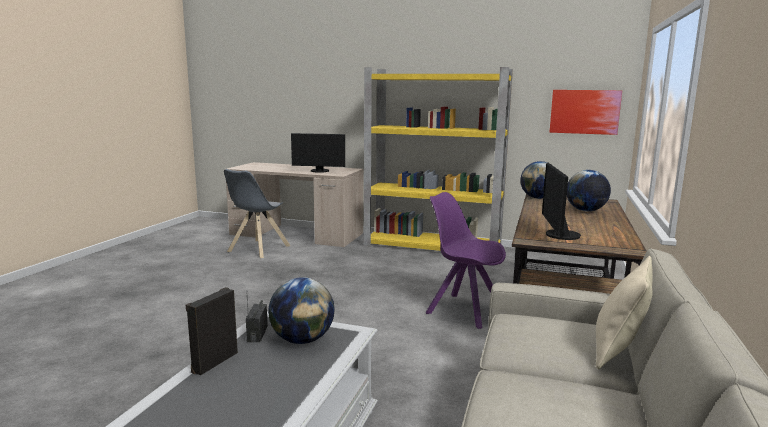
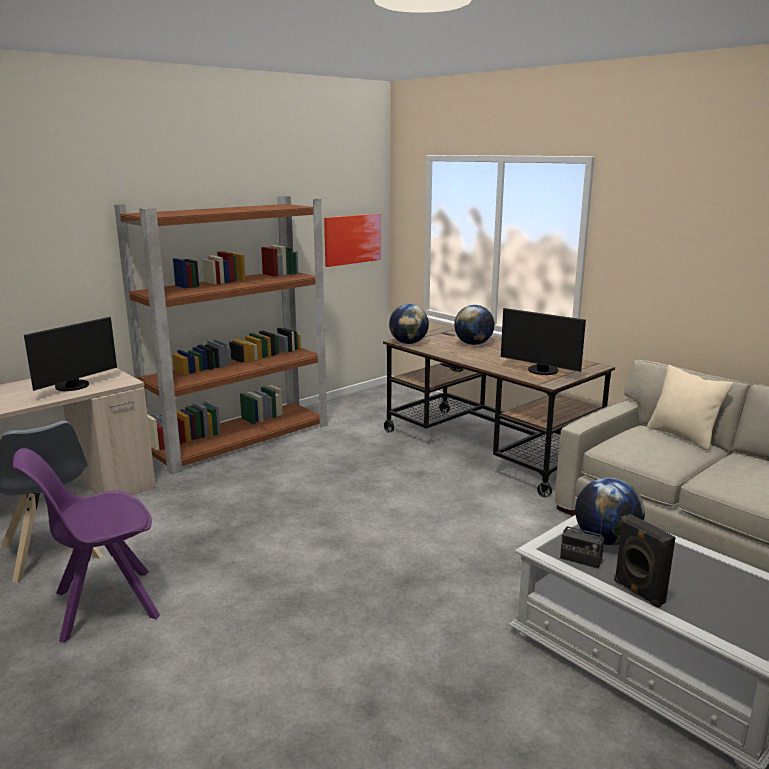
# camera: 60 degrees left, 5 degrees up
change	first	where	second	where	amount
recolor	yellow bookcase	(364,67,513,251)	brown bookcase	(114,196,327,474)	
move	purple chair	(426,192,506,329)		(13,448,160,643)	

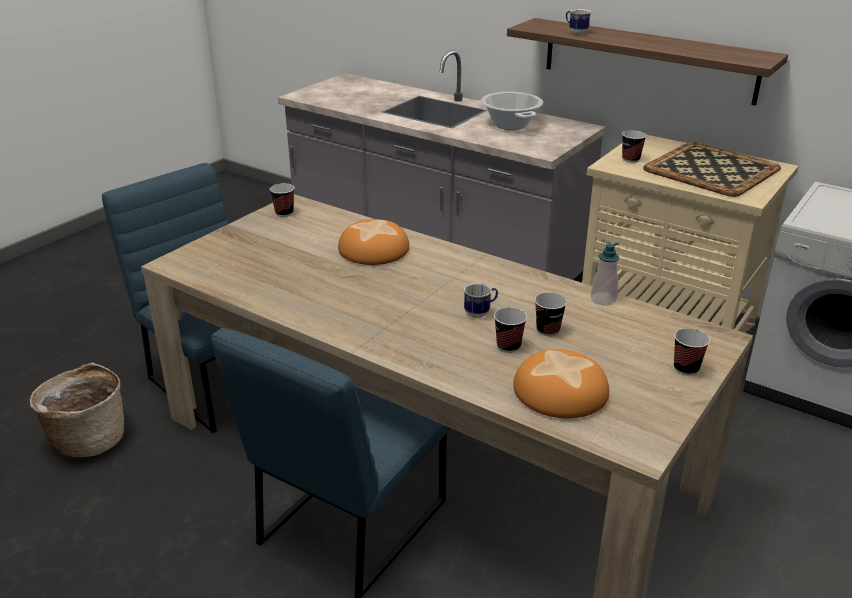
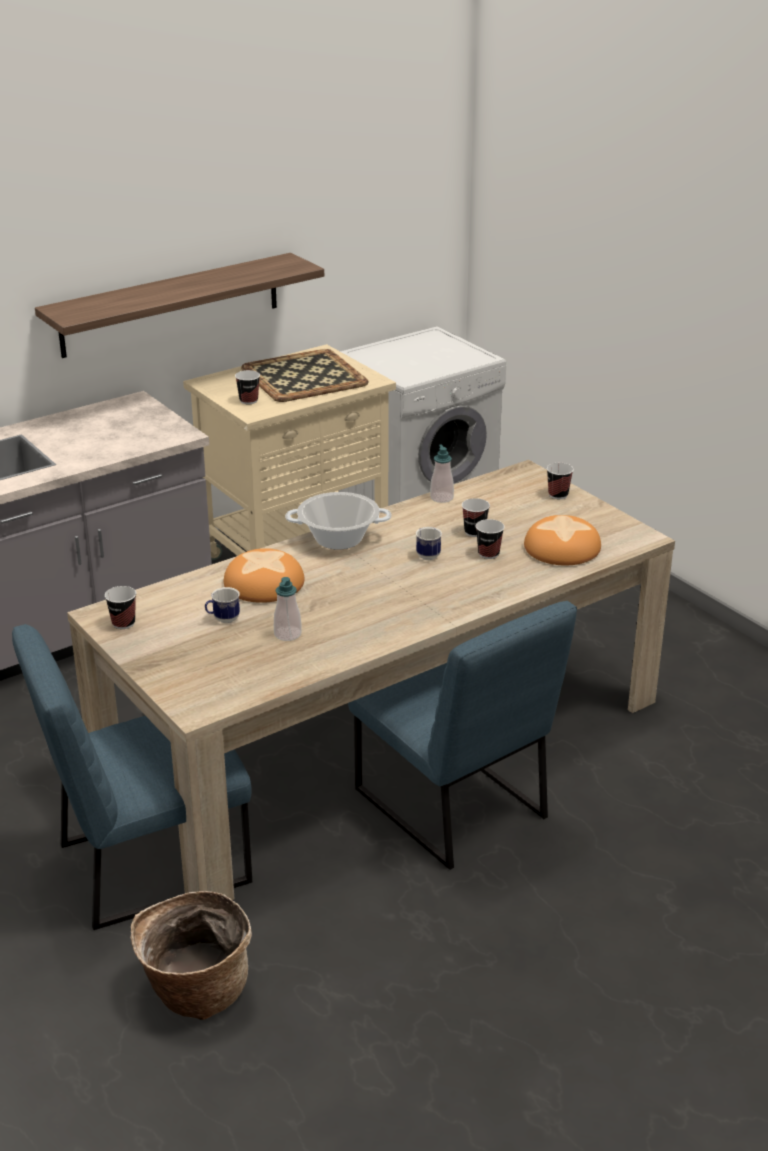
# camera: 70 degrees left, 0 degrees up
change	first	where	second	where	amount
move	cooking pot	(481,92,543,130)		(285,492,392,550)	
move	mug	(566,9,591,35)		(205,587,240,623)	
insert			soap dispenser	(274,577,302,641)	

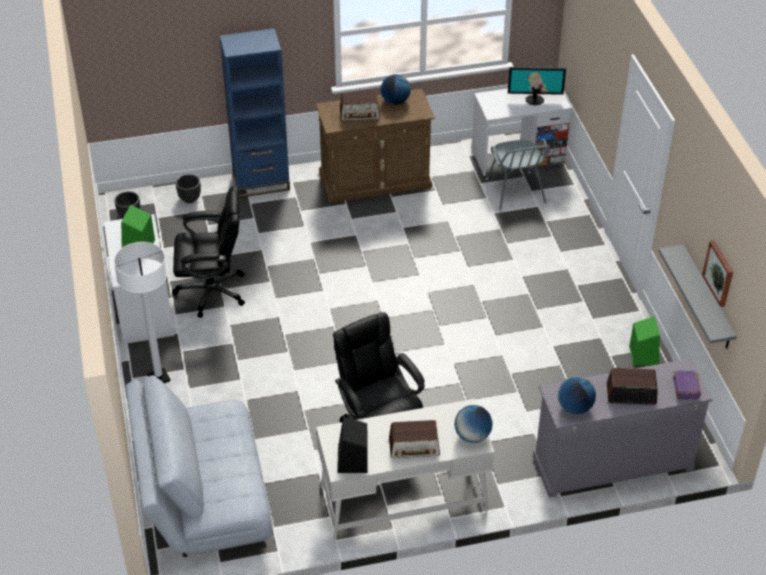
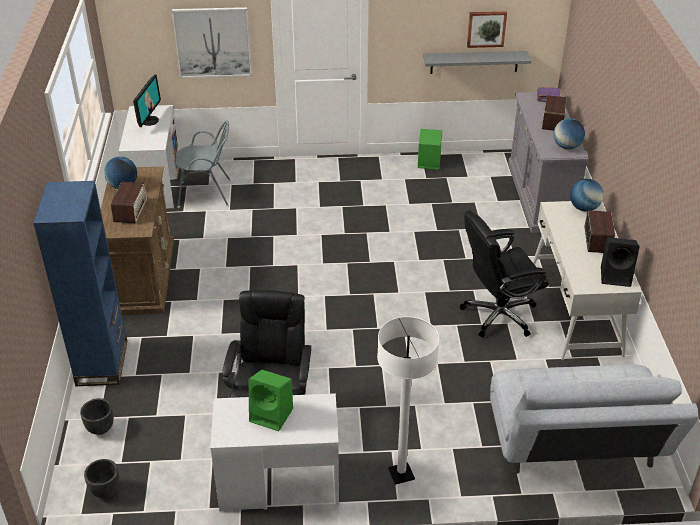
# camera: 80 degrees left, 5 degrees down
change	first	where	second	where	amount
insert			picture	(172,7,252,78)	

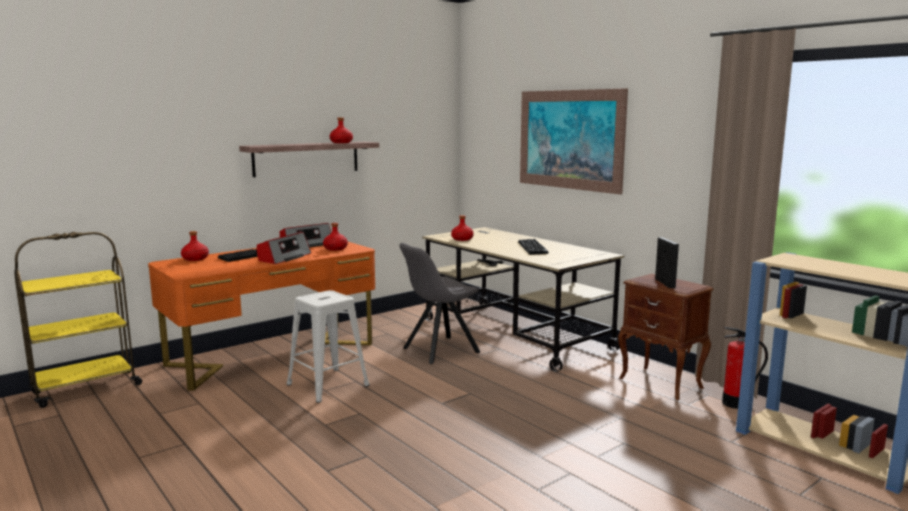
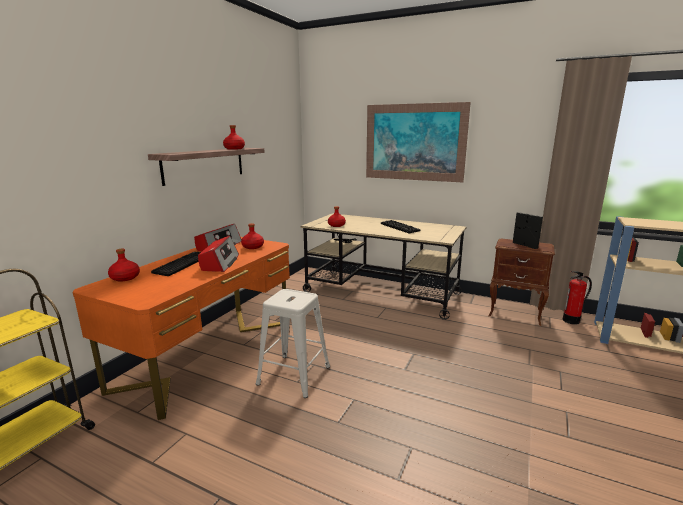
# camera: 25 degrees left, 5 degrees up
change	first	where	second	where	amount
delete	grey chair	(399,243,480,364)			

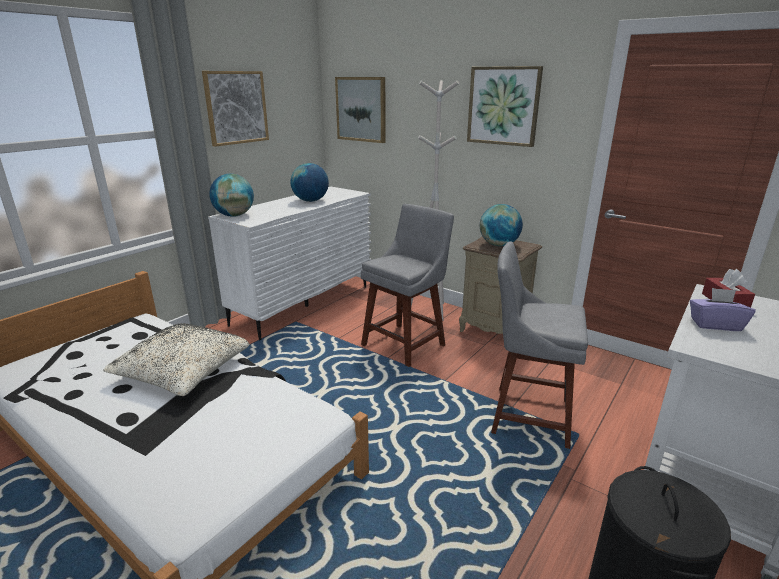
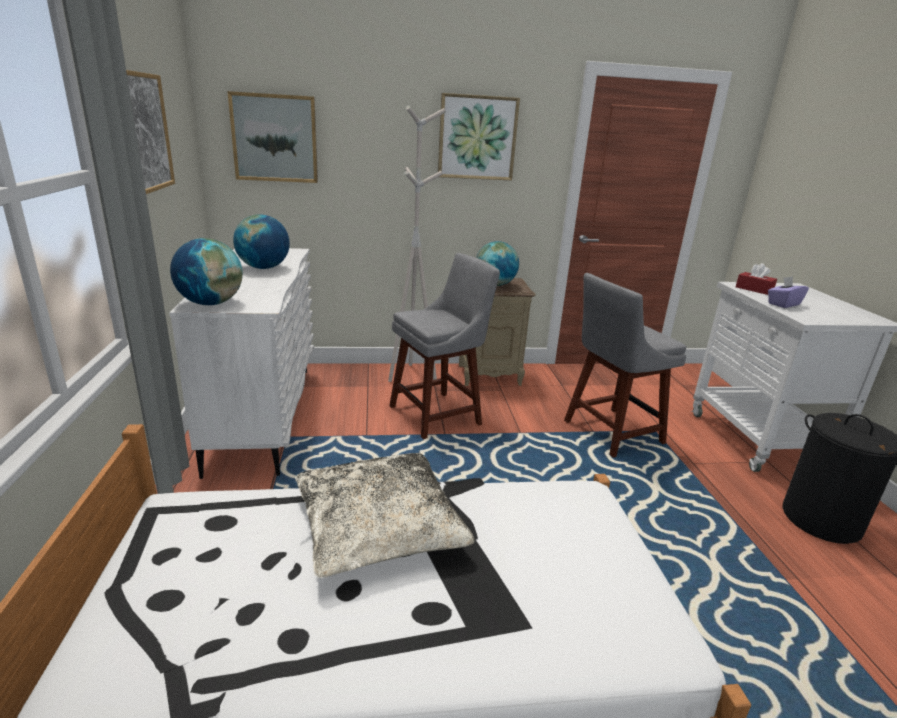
# camera: 45 degrees left, 0 degrees up
change	first	where	second	where	amount
rotate	grey chair	(361,204,454,367)		(389,253,500,439)	60 degrees clockwise

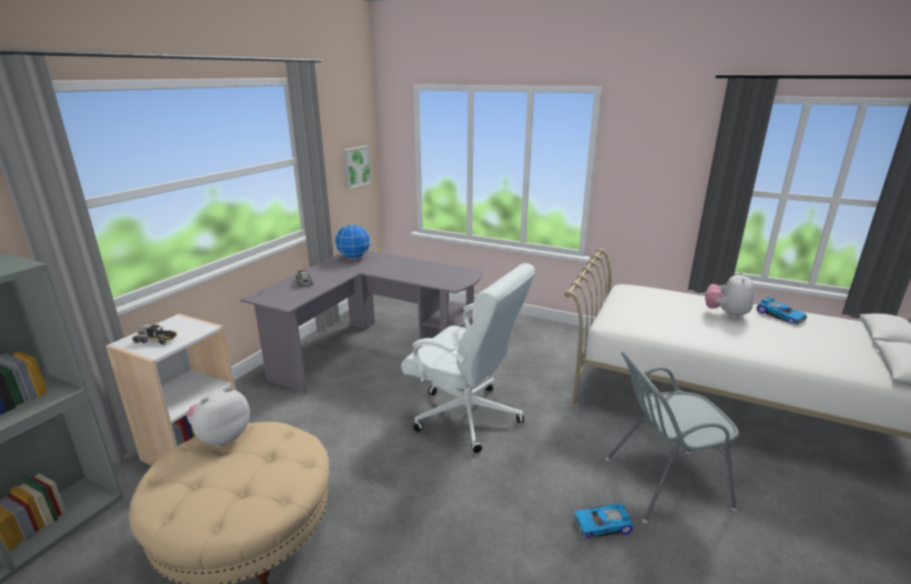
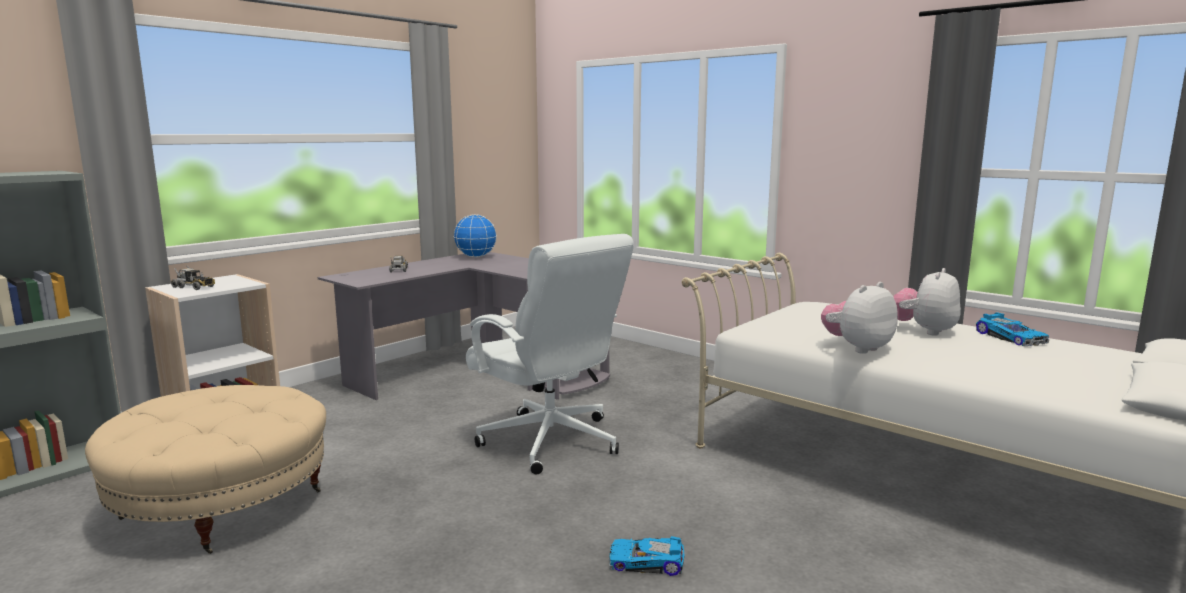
# camera: 15 degrees right, 10 degrees down
change	first	where	second	where	amount
move	plush toy	(187,387,250,447)		(821,282,898,354)	
delete	picture	(343,145,372,189)			
delete	grey chair	(606,351,739,523)			

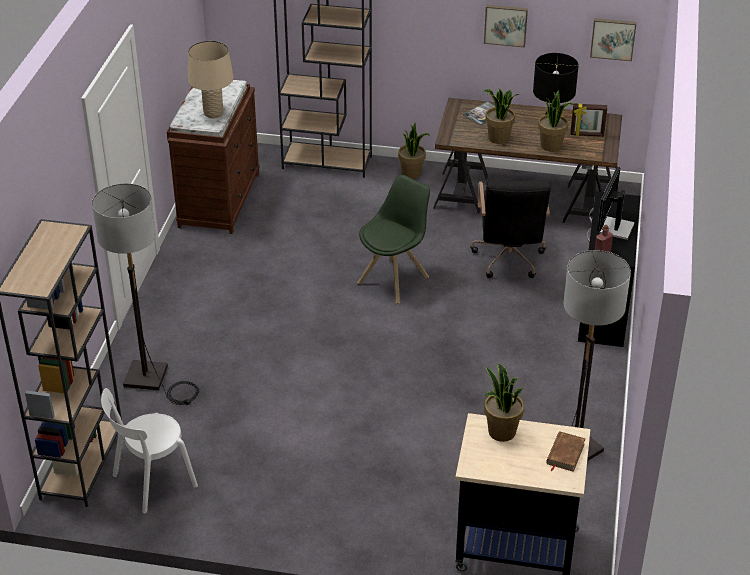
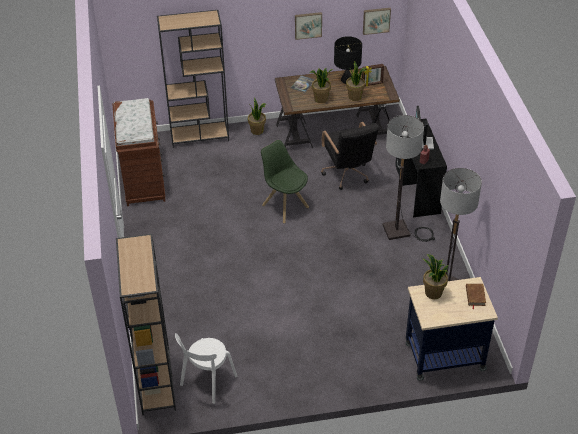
# camera: 20 degrees left, 5 degrees up
change	first	where	second	where	amount
move	floor lamp	(92,183,199,406)		(383,115,435,242)	
delete	beige table lamp	(188,41,234,118)			
rotate	green chair	(358,175,430,304)		(261,140,309,223)	60 degrees counterclockwise

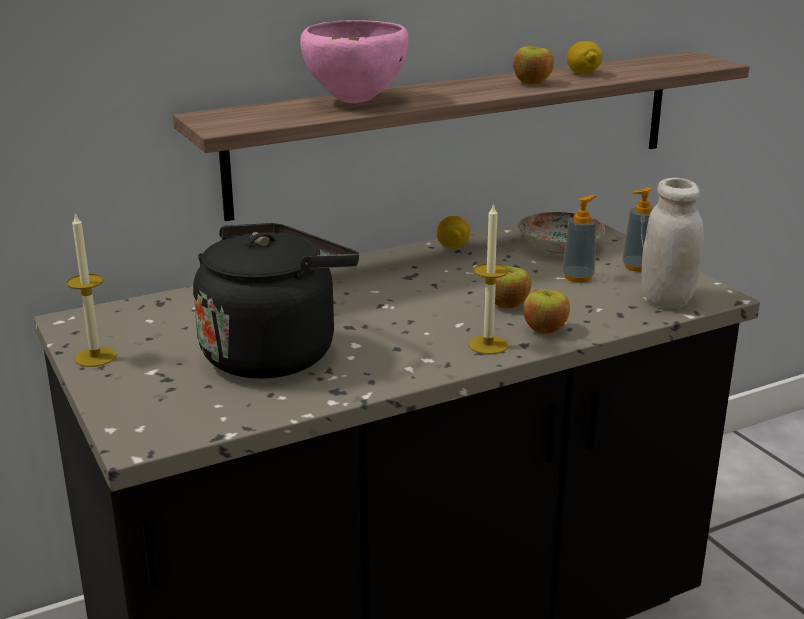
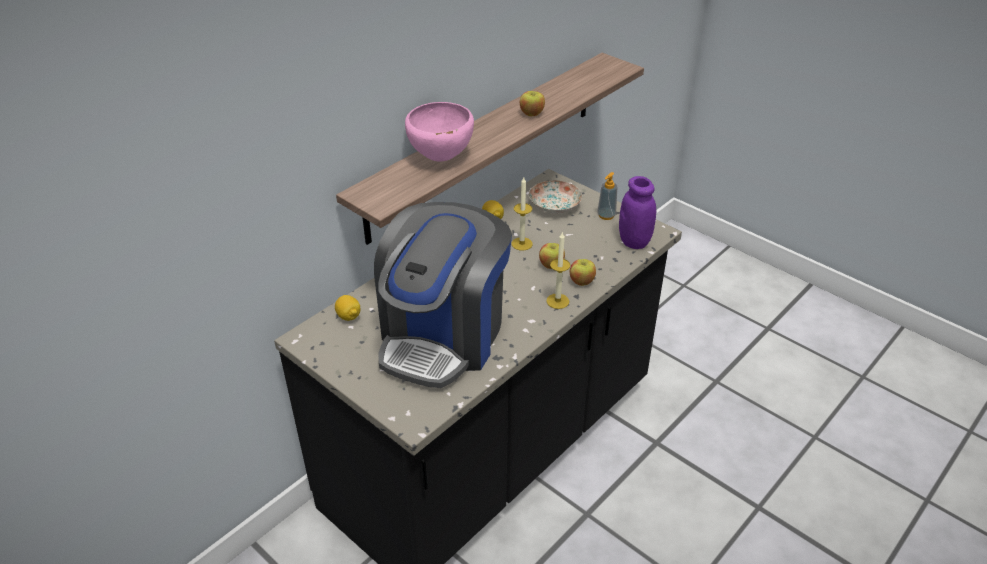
# camera: 20 degrees left, 15 degrees up
change	first	where	second	where	amount
move	candle	(66,212,117,367)		(512,177,533,250)	
replace	black kettle	(193,223,359,379)	coffee machine	(374,202,512,388)	
delete	soap dispenser	(562,195,596,283)			
move	lemon	(567,41,602,74)		(335,295,361,321)	
recolor	white jar	(641,178,704,309)	purple jar	(619,176,656,249)	

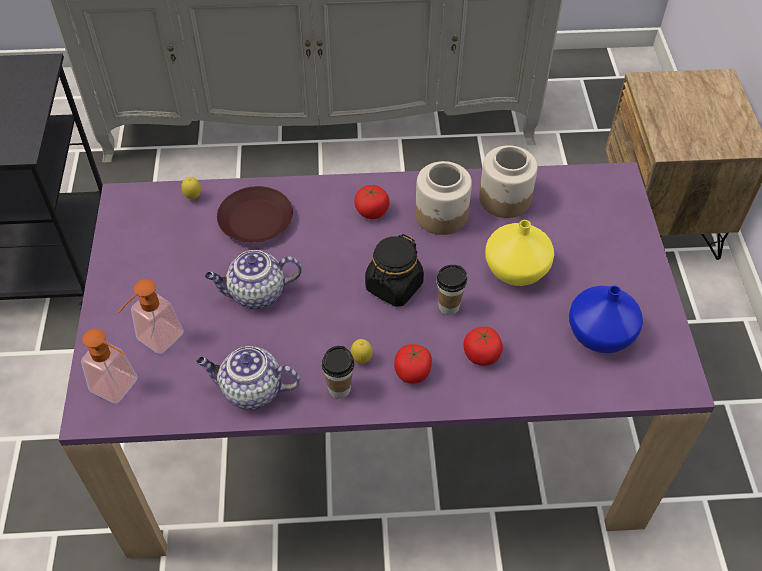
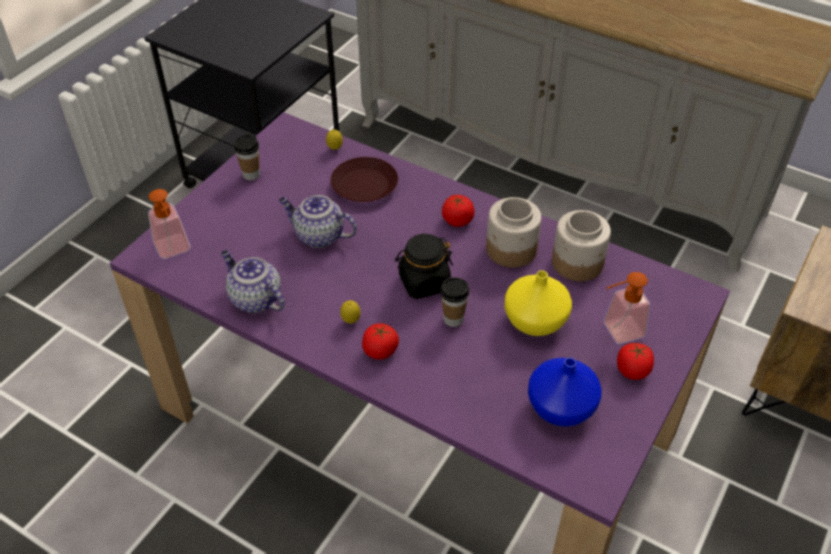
# camera: 35 degrees right, 5 degrees down
change	first	where	second	where	amount
move	soap dispenser	(118,279,184,354)		(603,272,650,344)	
move	cup	(322,346,354,398)		(234,134,260,180)	
move	tomato	(463,327,503,366)		(617,343,654,380)	

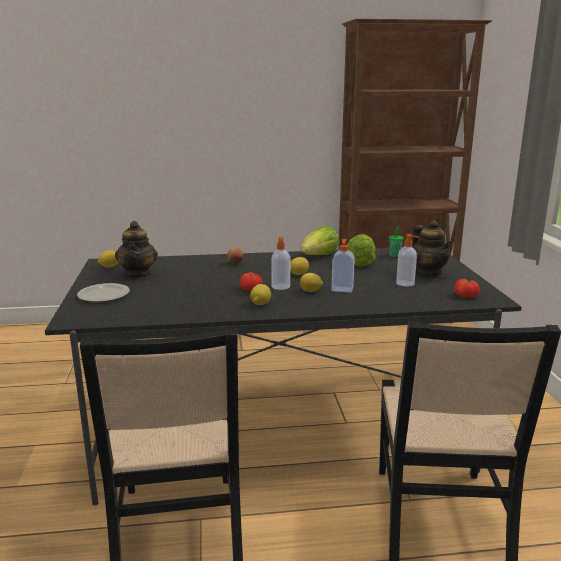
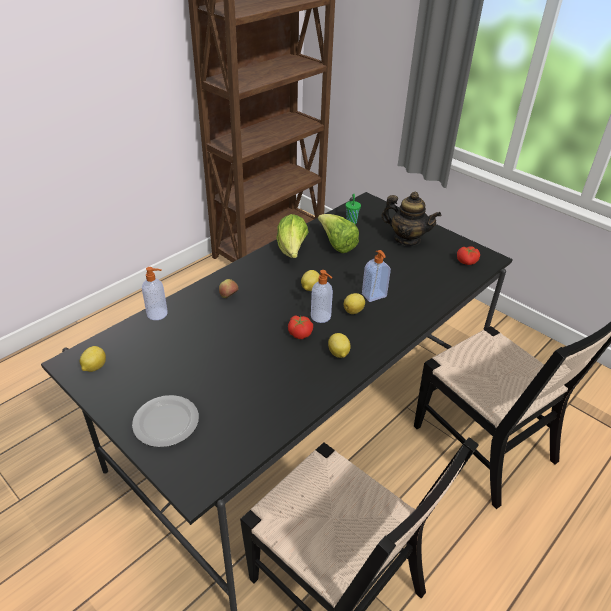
# camera: 40 degrees left, 20 degrees up
change	first	where	second	where	amount
delete	teapot	(115,221,158,278)			
move	soap dispenser	(396,234,419,286)		(142,267,168,320)	

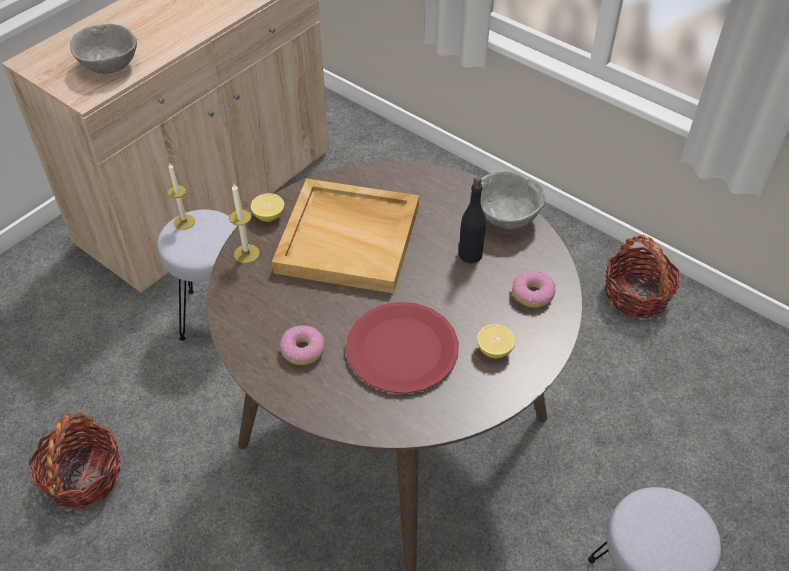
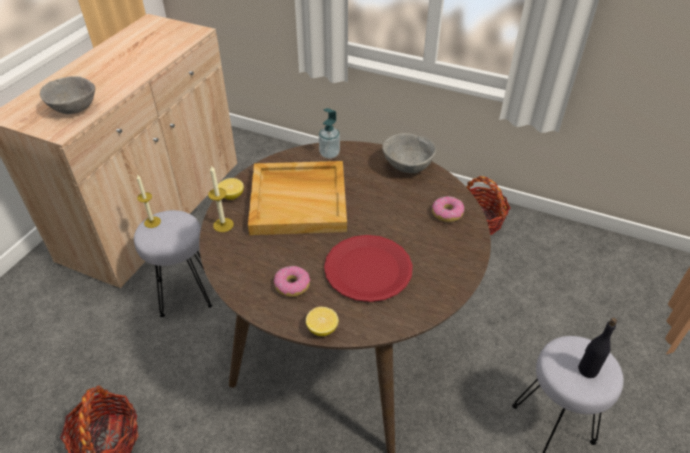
# camera: 15 degrees left, 5 degrees down
change	first	where	second	where	amount
move	black bottle	(459,176,486,263)		(578,318,617,378)	
move	lemon	(477,324,515,359)		(306,307,339,336)	
insert			soap dispenser	(319,108,340,159)	

